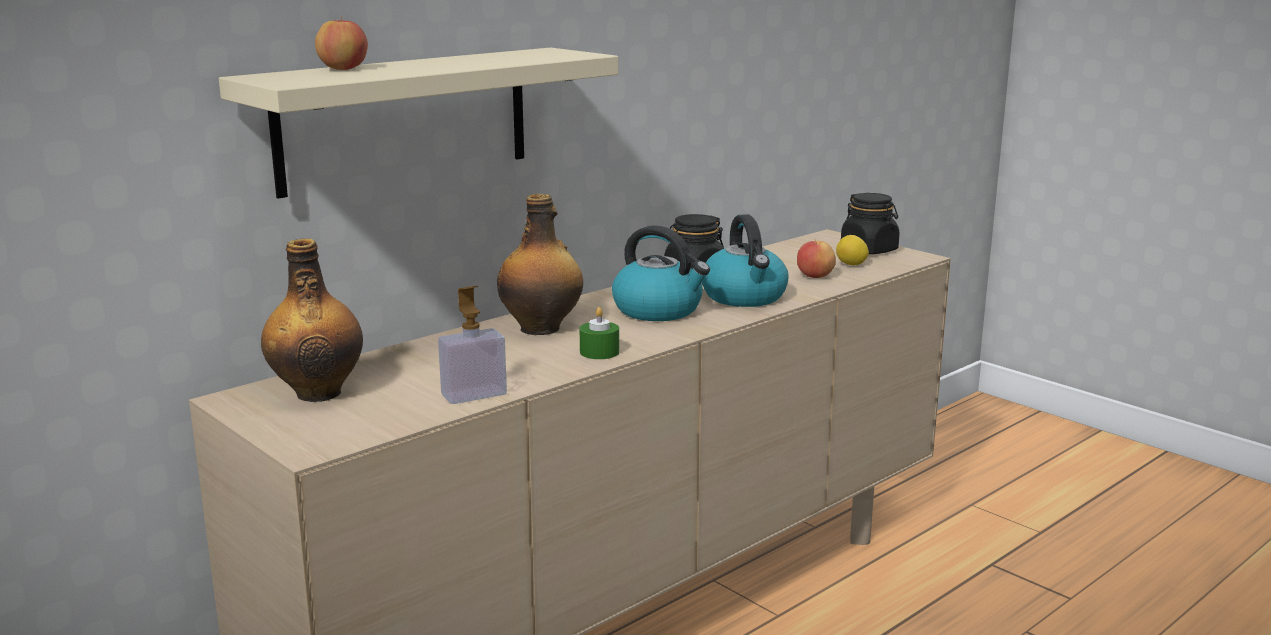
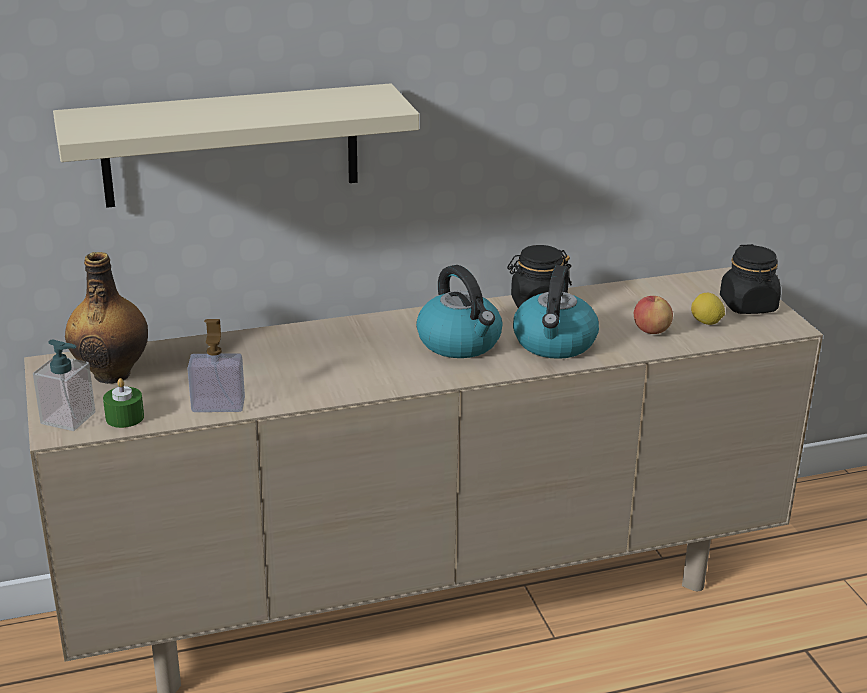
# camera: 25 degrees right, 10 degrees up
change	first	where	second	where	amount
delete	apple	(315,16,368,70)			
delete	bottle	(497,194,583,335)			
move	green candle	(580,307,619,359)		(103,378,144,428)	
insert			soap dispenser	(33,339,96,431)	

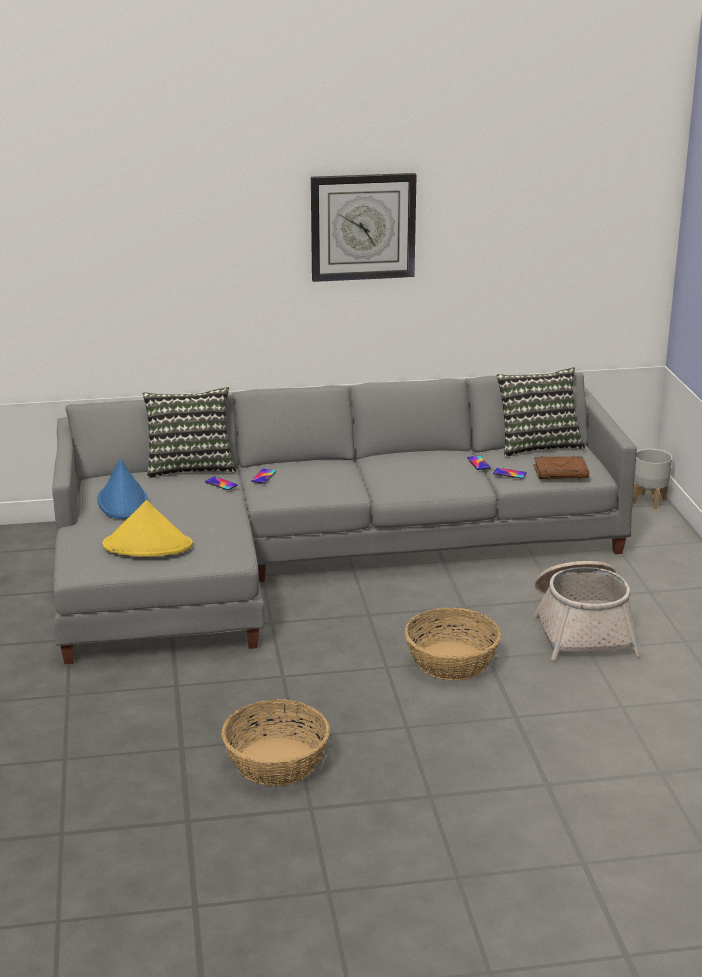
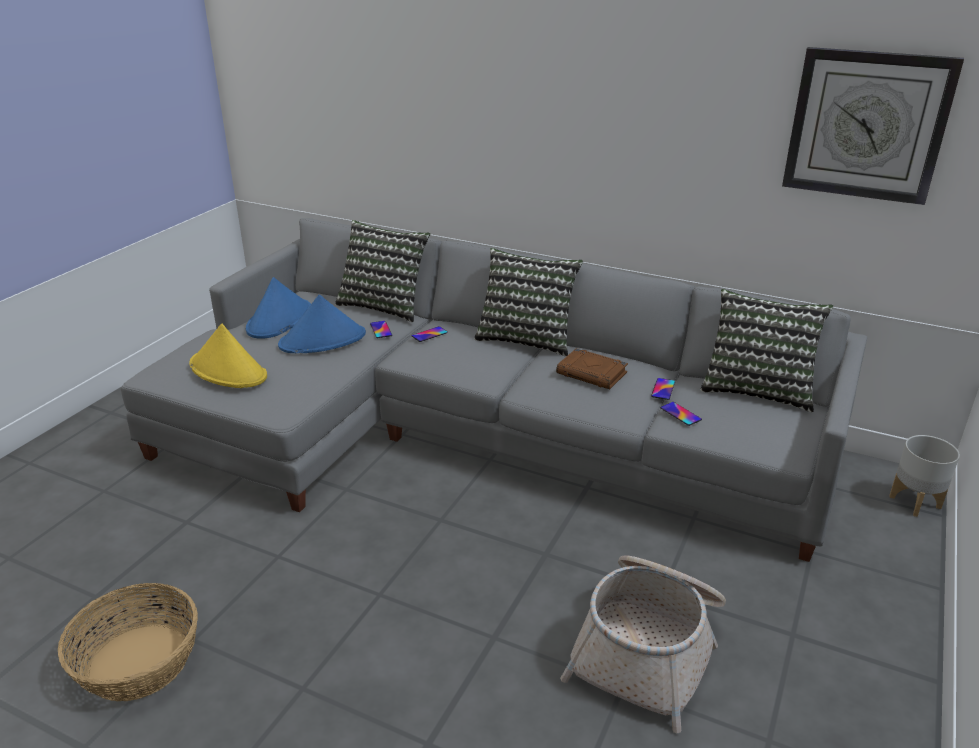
# camera: 35 degrees right, 5 degrees up
change	first	where	second	where	amount
move	wall clock	(311,173,417,282)		(782,47,964,205)	
delete	basket	(405,607,501,680)			
move	brown book	(534,456,589,479)		(556,348,628,389)	
insert			blue hat	(278,295,366,353)	
insert			pillow	(474,248,583,357)	

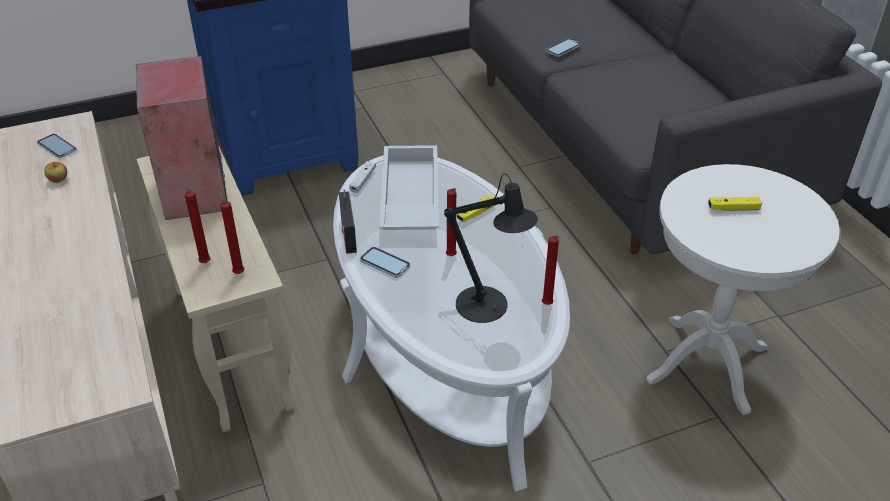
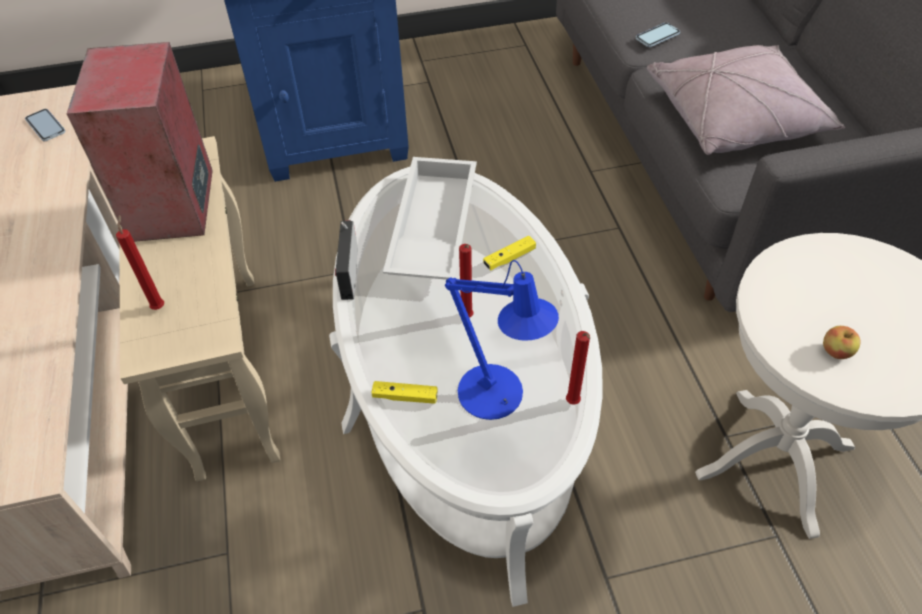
# camera: 10 degrees right, 10 degrees up
change	first	where	second	where	amount
move	apple	(44,162,67,183)		(823,326,861,359)	
delete	red candle	(218,191,245,274)			
delete	white game controller	(349,161,376,193)			
delete	phone	(360,247,410,278)			
recolor	black table lamp	(444,173,538,323)	blue table lamp	(445,260,559,420)	
move	yellow game controller	(708,197,762,211)		(371,381,437,404)	
insert			purple pillow	(647,45,845,155)	

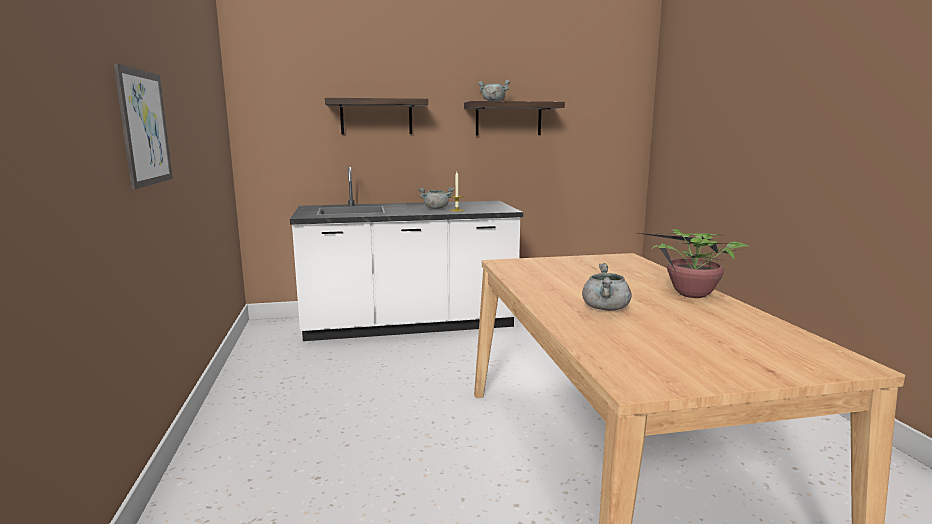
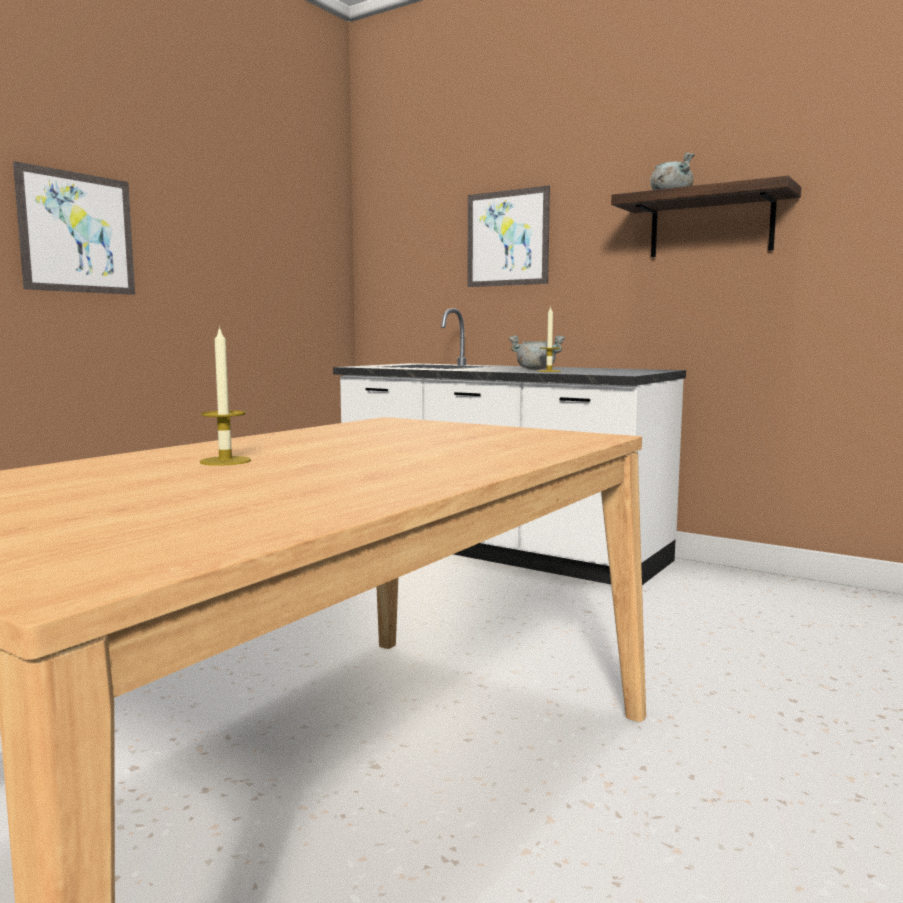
# camera: 45 degrees right, 5 degrees down
change	first	where	second	where	amount
replace	shelf	(325,98,428,134)	picture	(467,185,550,287)	
replace	grey cooking pot	(582,263,632,311)	candle	(200,326,251,466)	
delete	potted plant	(638,229,751,298)			

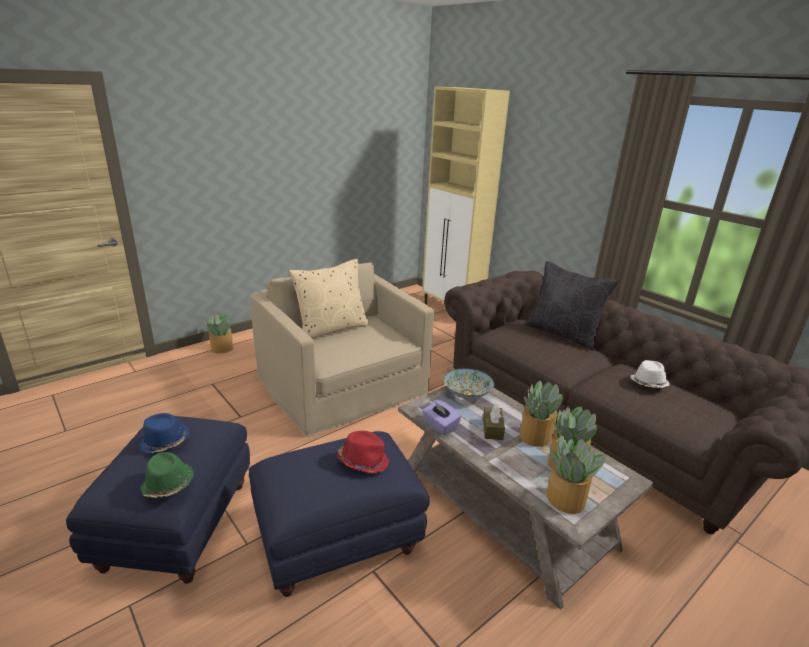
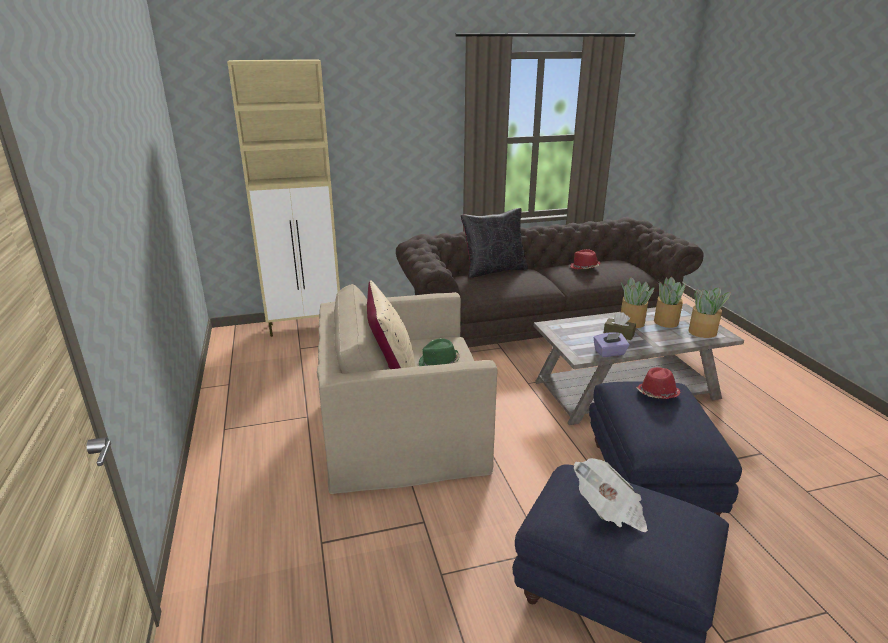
# camera: 65 degrees left, 0 degrees up
change	first	where	second	where	amount
replace	blue hat	(140,413,189,453)	newspaper	(574,458,648,532)	
move	green hat	(140,452,194,498)		(419,338,460,366)	
delete	potted plant	(204,314,233,354)			
delete	bowl	(444,368,494,399)			
recolor	white hat	(630,360,670,388)	red hat	(570,249,601,270)	

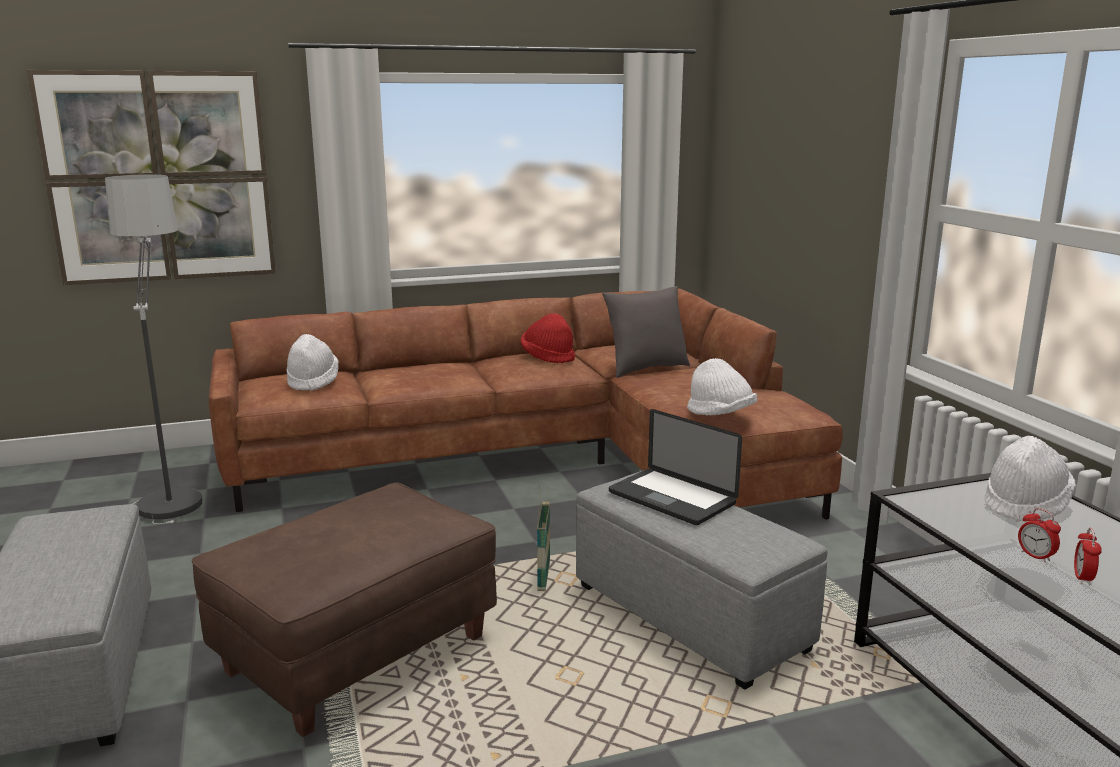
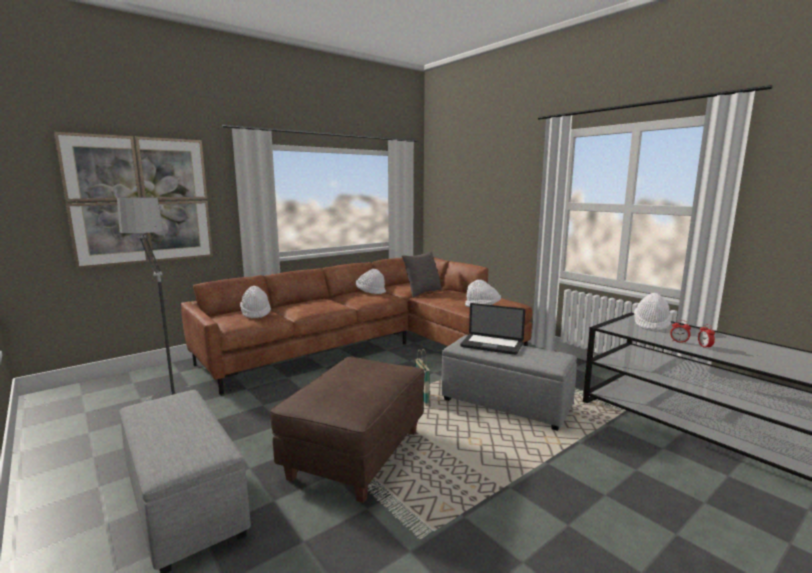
# camera: 20 degrees left, 5 degrees down
change	first	where	second	where	amount
recolor	red hat	(521,313,575,364)	white hat	(356,269,386,294)	

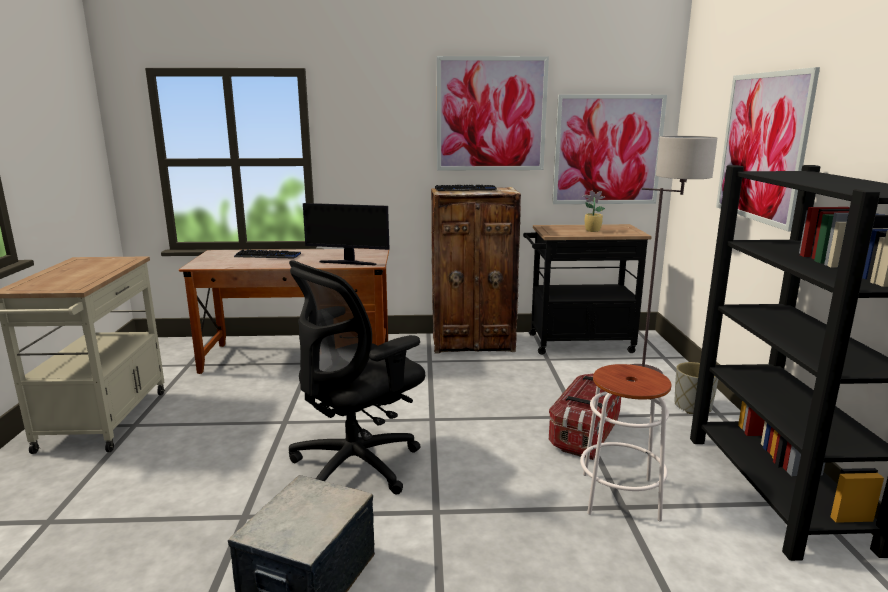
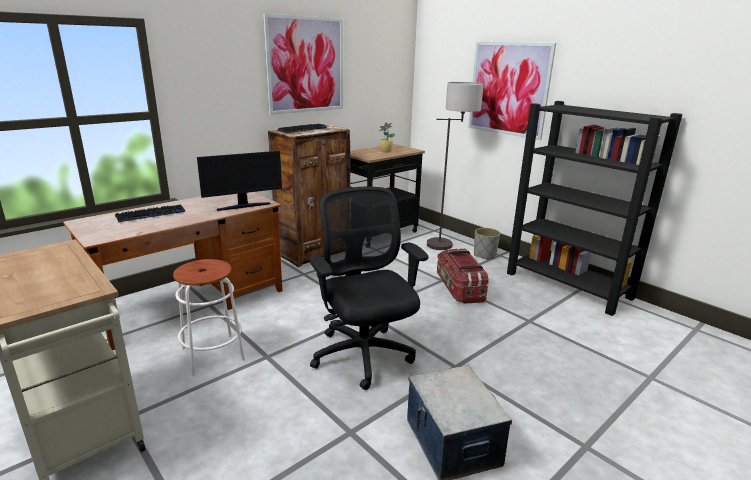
# camera: 40 degrees left, 5 degrees up
change	first	where	second	where	amount
rotate	black office chair	(289,260,425,494)		(310,187,428,390)	150 degrees clockwise
delete	picture	(552,95,667,204)			
move	white stool	(580,364,672,521)		(173,259,245,375)	

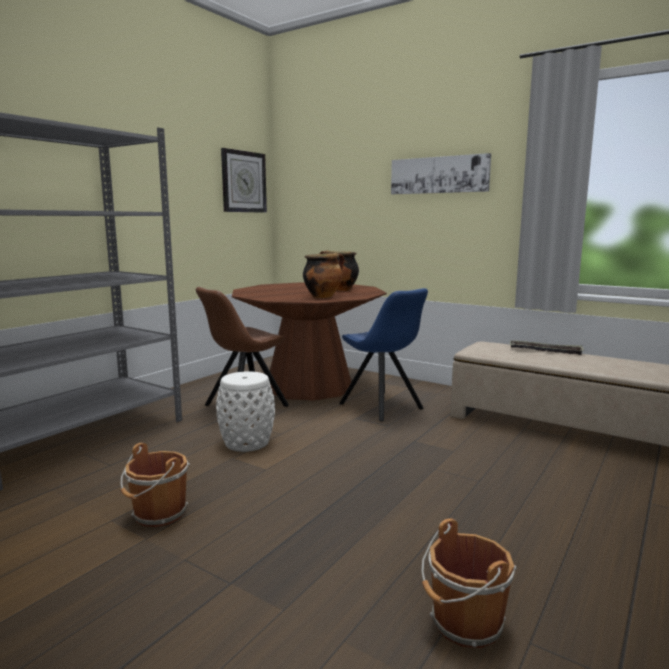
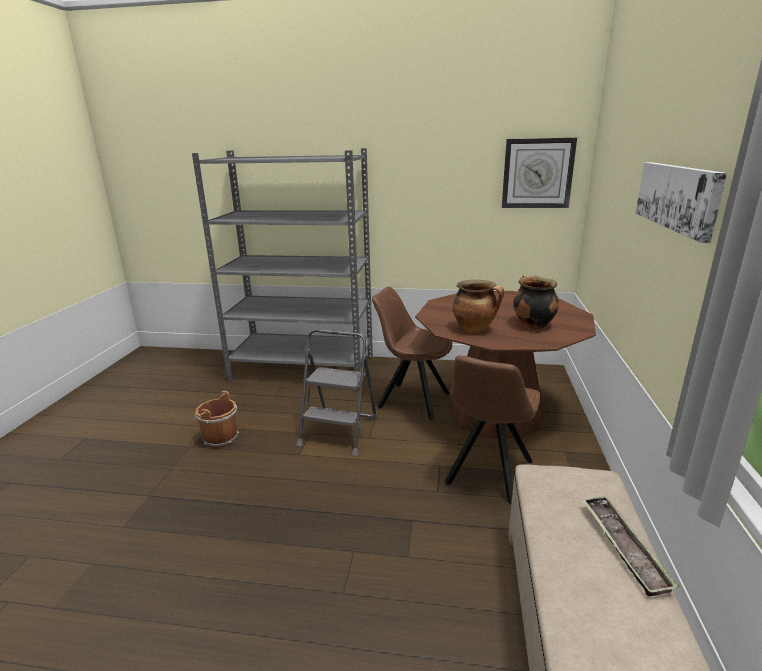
# camera: 65 degrees right, 10 degrees up
change	first	where	second	where	amount
replace	white stool	(216,371,275,452)	grey step ladder	(296,329,377,456)	
recolor	blue chair	(339,288,428,421)	brown chair	(445,355,541,504)	
delete	brown bucket	(421,518,516,648)			

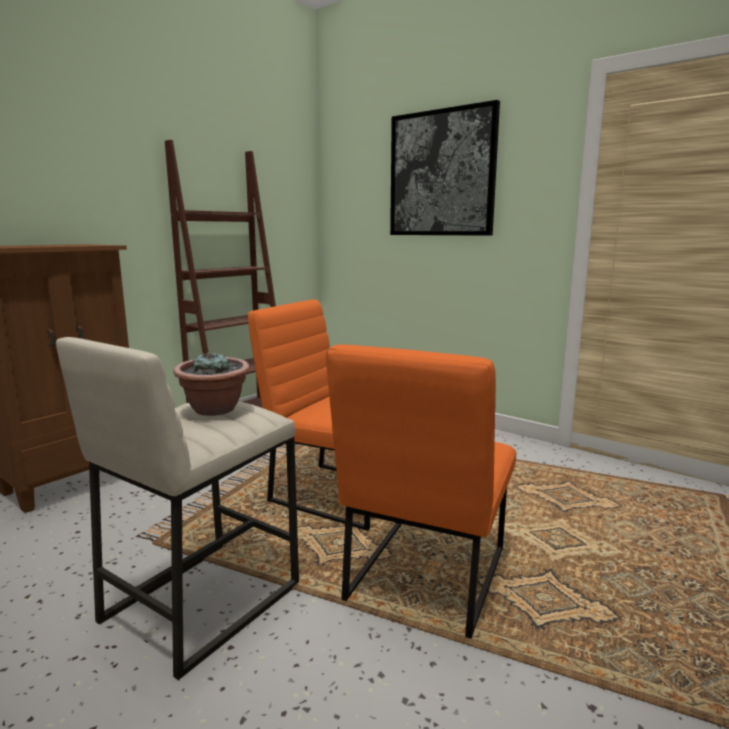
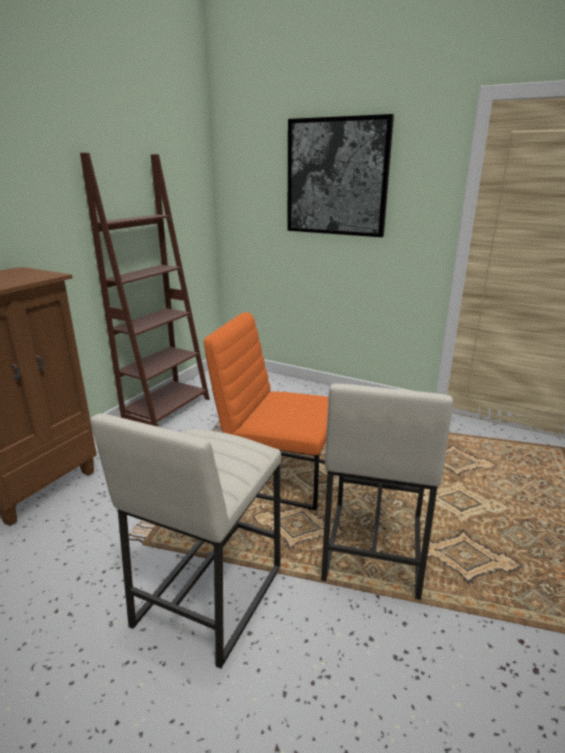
# camera: 10 degrees left, 10 degrees up
change	first	where	second	where	amount
delete	potted plant	(173,352,250,416)			
replace	orange chair	(326,345,516,639)	beige stool	(321,384,453,600)	

